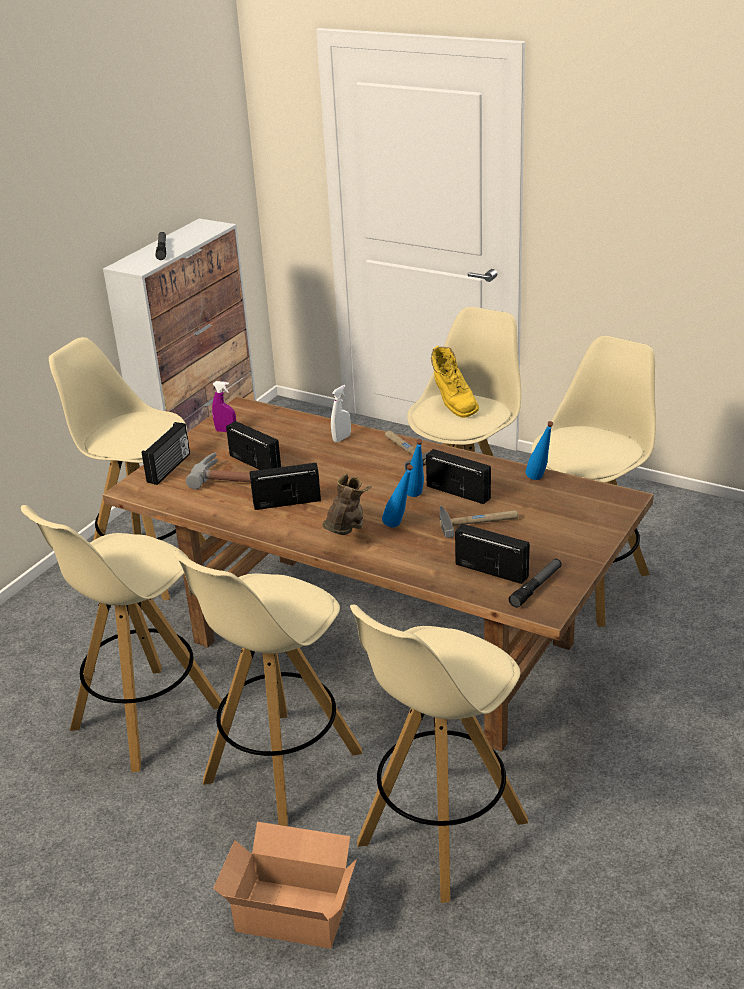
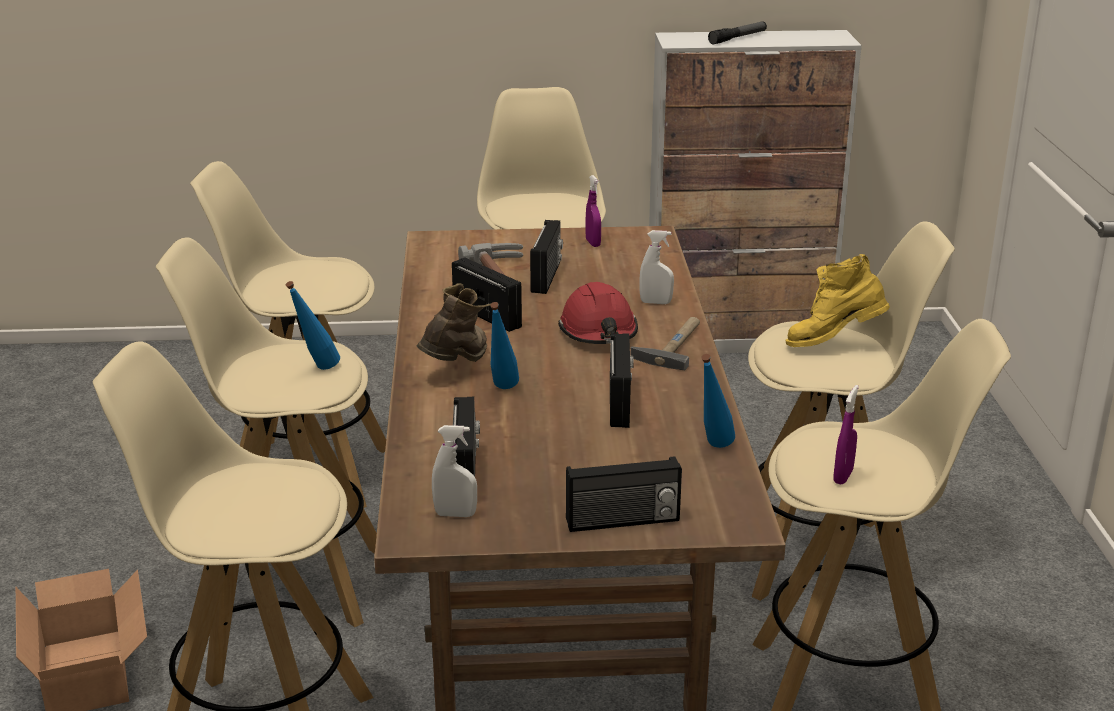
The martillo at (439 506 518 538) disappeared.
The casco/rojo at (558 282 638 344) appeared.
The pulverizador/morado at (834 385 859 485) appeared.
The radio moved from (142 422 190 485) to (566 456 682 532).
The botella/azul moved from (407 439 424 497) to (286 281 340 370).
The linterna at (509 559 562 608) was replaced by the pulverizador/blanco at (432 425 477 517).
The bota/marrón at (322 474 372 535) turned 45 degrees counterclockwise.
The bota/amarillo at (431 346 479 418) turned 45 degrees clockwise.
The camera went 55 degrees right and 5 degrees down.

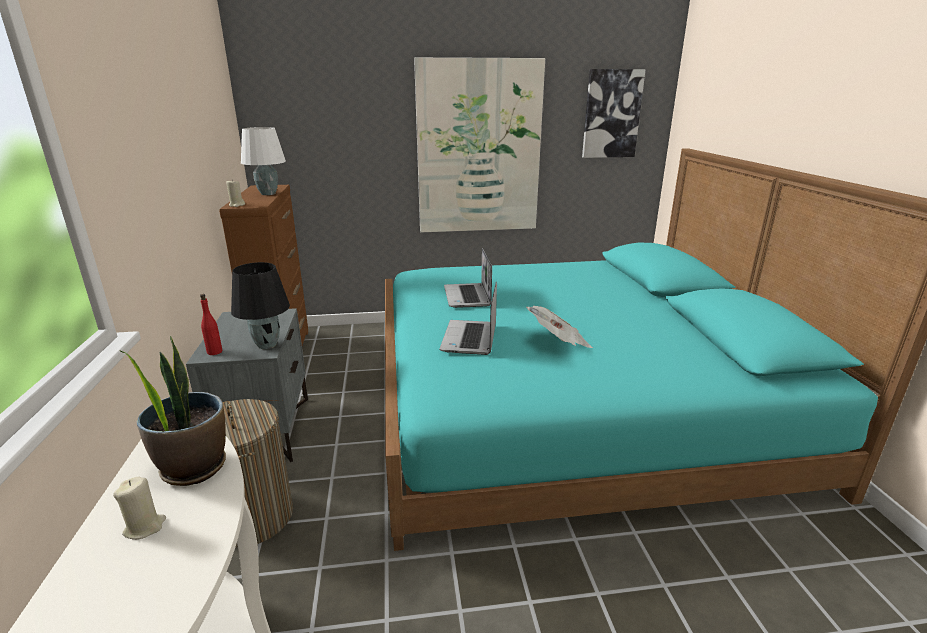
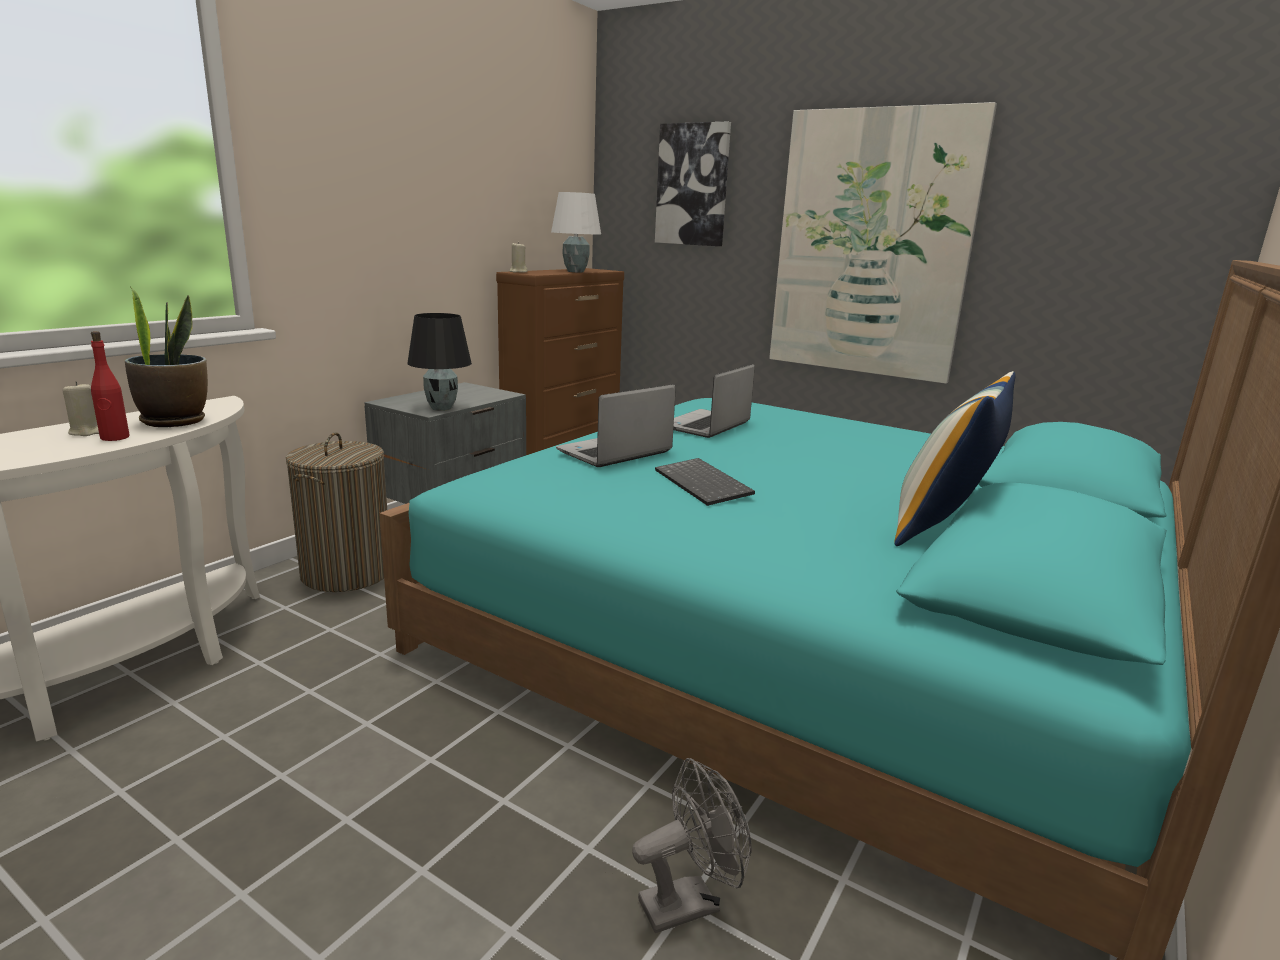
The ventilador/gris at (632 758 752 933) appeared.
The cojín at (894 371 1015 546) appeared.
The botella/rojo moved from (200 294 222 355) to (91 331 130 441).
The cuadro moved from (582 69 646 158) to (655 121 731 246).
The periódico at (527 306 593 348) was replaced by the teclado at (655 458 755 506).
The camera went 40 degrees right and 5 degrees down.

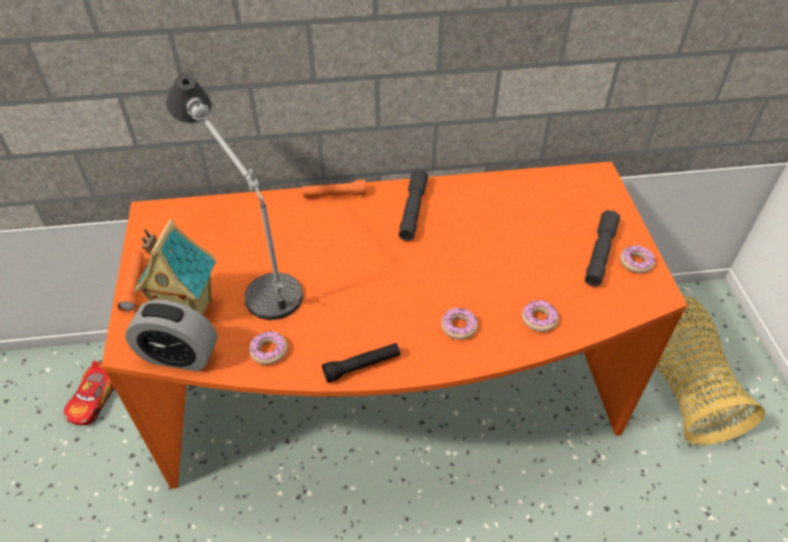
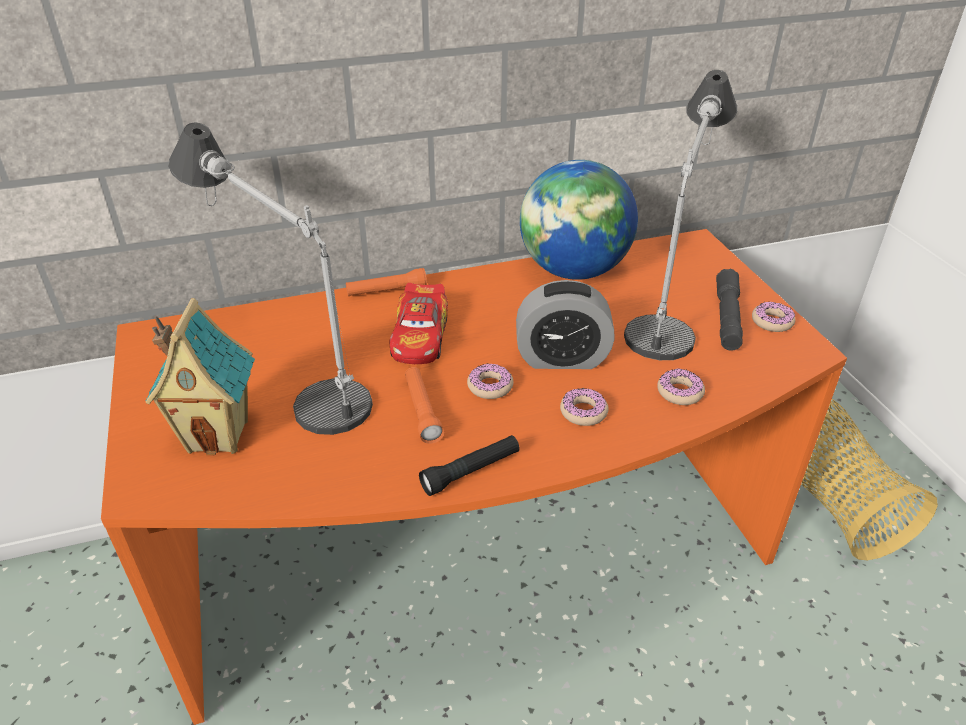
The linterna/gris at (399 169 428 241) disappeared.
The globo terráqueo at (520 160 638 280) appeared.
The lámpara de mesa at (624 70 737 360) appeared.
The coche de juguete moved from (64 361 115 425) to (389 283 448 364).
The linterna/naranja moved from (117 250 144 313) to (405 367 444 444).
The despertador moved from (125 300 217 372) to (516 280 615 369).
The rosquilla moved from (249 331 288 365) to (467 364 513 399).
The camera went 10 degrees left and 10 degrees down.

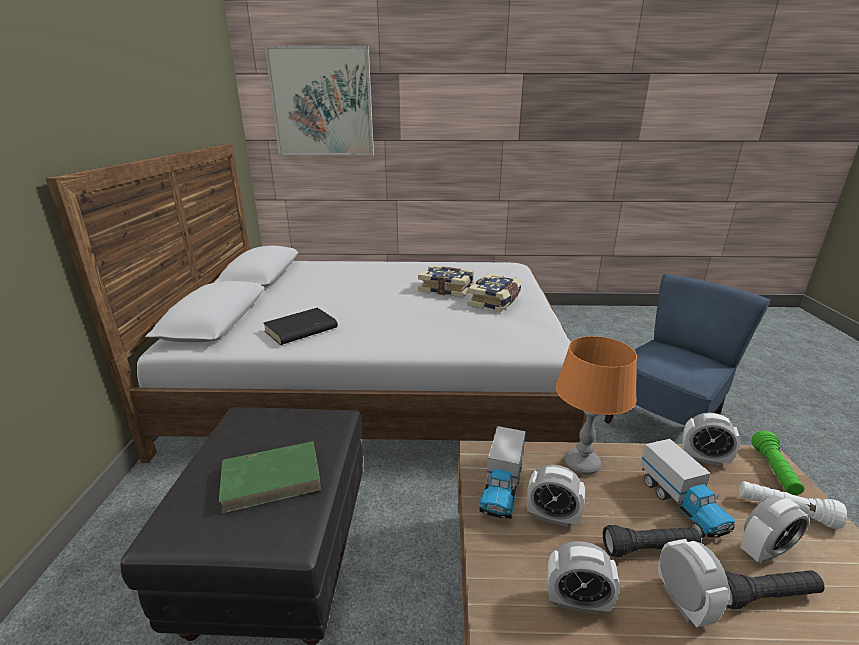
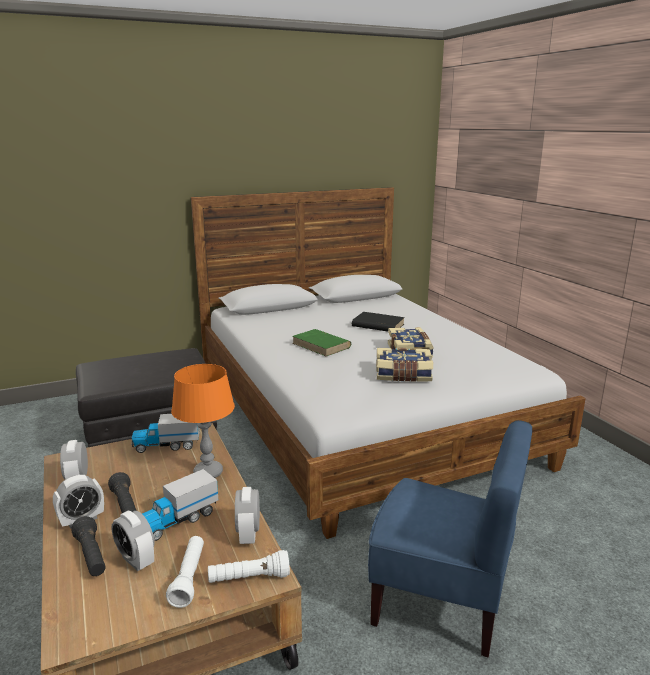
The cuadro at (265 46 374 155) disappeared.
The despertador at (527 465 585 527) disappeared.
The libro/verde moved from (219 441 321 514) to (293 329 351 357).
The libro/negro moved from (263 308 338 345) to (352 312 405 331).
The linterna/verde at (751 431 804 495) became the linterna/blanco at (208 550 290 583).
The camera went 65 degrees right and 5 degrees down.

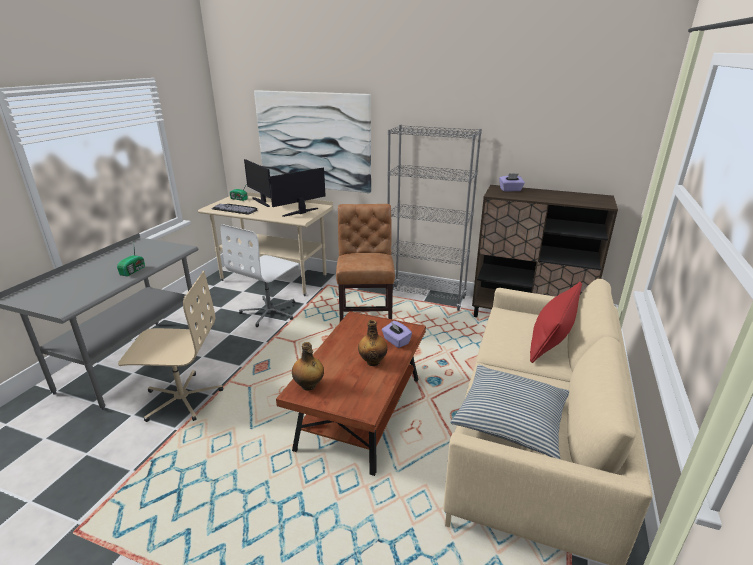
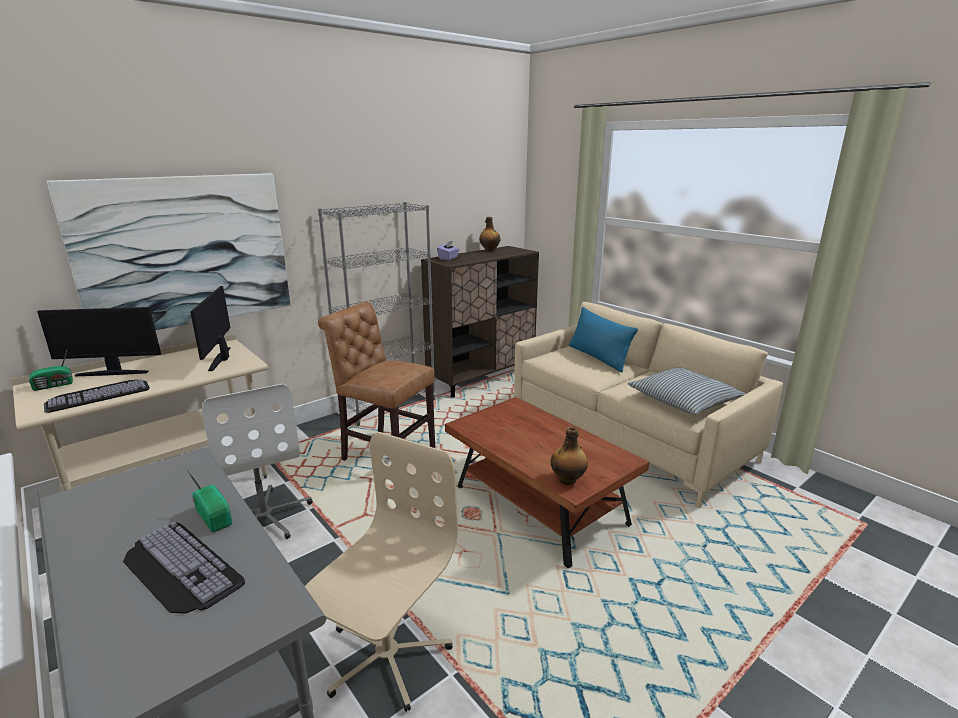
The caja de pañuelos/morado at (382 321 412 348) disappeared.
The teclado at (123 522 245 614) appeared.
The botella moved from (358 320 388 366) to (479 217 500 252).
The cojín/rojo at (530 282 582 363) became the cojín/azul at (569 307 638 372).
The camera went 60 degrees left and 5 degrees down.

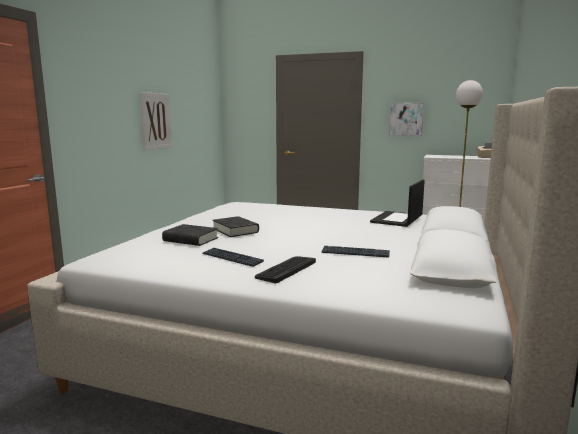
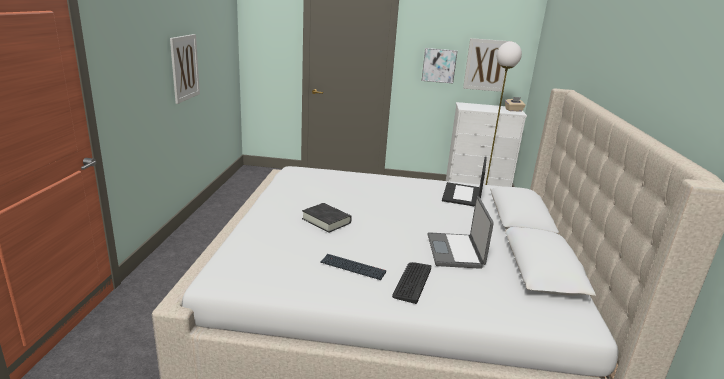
The libro/negro at (162 224 218 246) disappeared.
The cuadro at (463 38 513 92) appeared.
The teclado at (322 246 390 258) was replaced by the portátil at (427 196 494 269).
The camera went 15 degrees left and 10 degrees up.

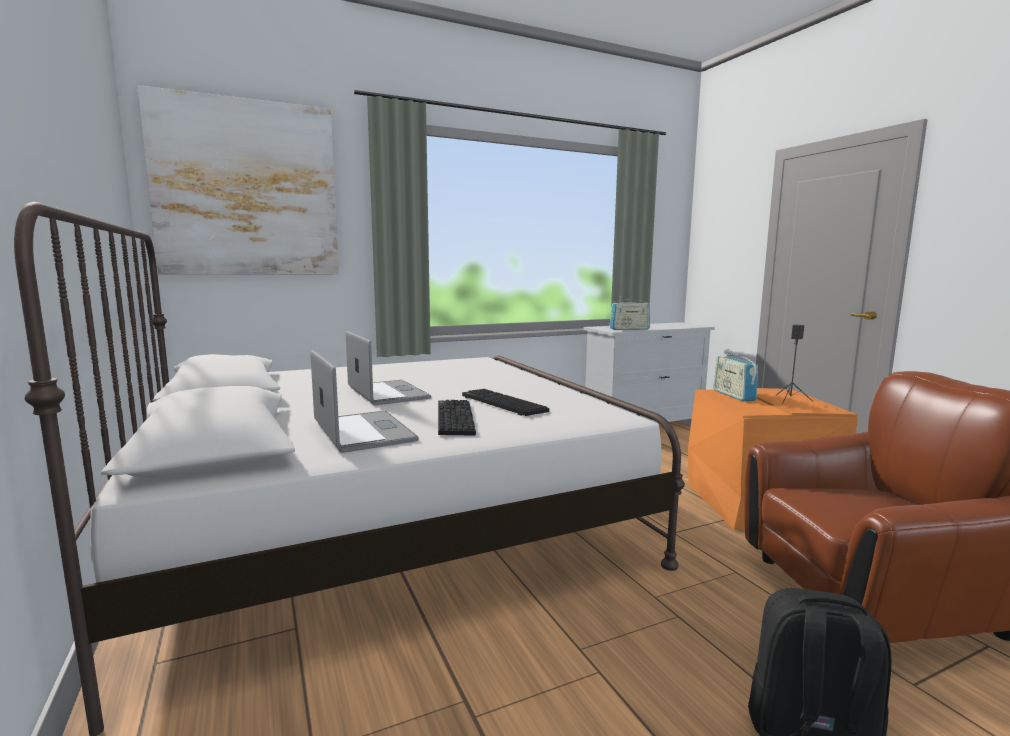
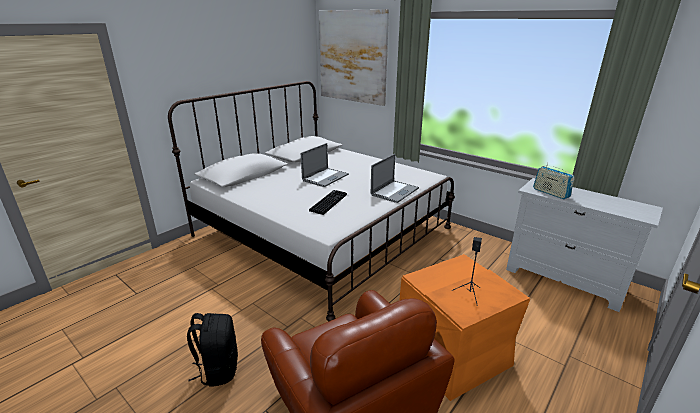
The teclado at (438 400 476 436) disappeared.
The radio at (713 349 758 402) disappeared.
The portátil moved from (310 350 419 453) to (371 154 419 203).
The camera went 65 degrees right and 15 degrees up.

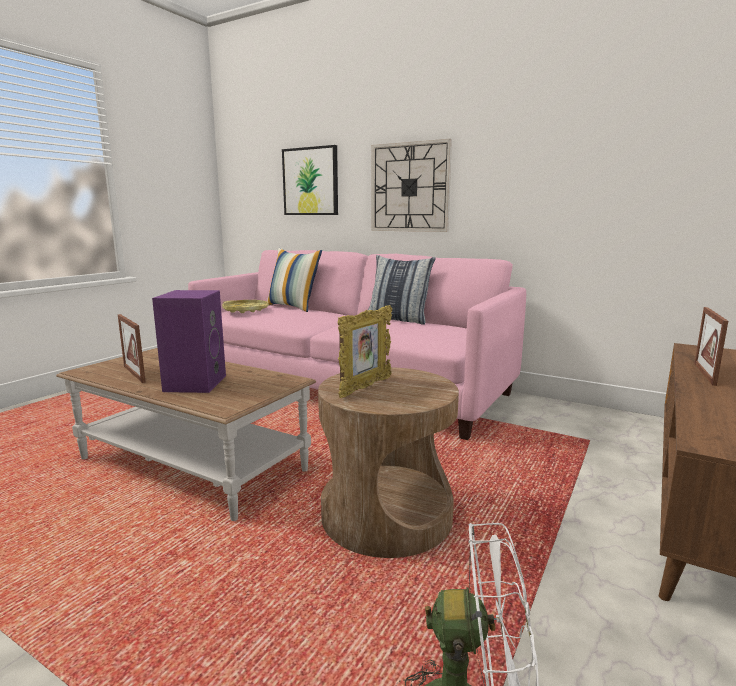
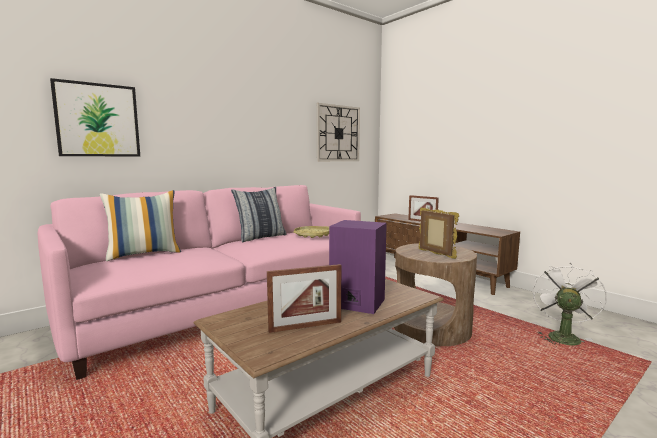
The bandeja/amarillo moved from (222 300 269 313) to (293 226 329 238).
The reloj de pared moved from (371 139 452 232) to (317 103 360 161).
The camera went 70 degrees left and 5 degrees down.

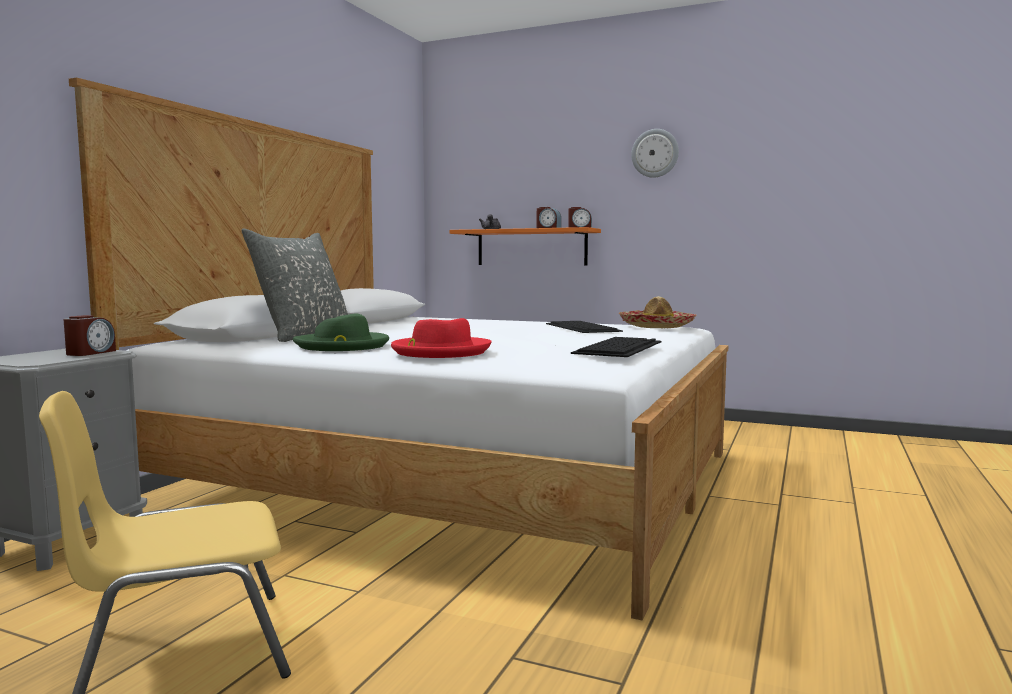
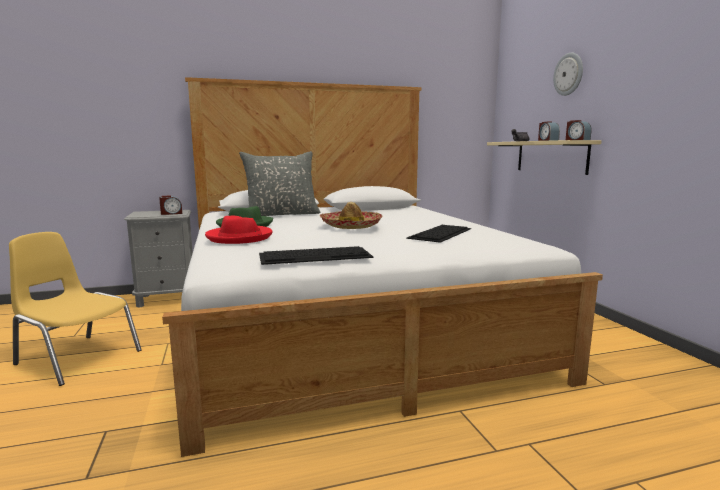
The sombrero moved from (619 296 697 328) to (320 202 382 229).
The reloj de pared moved from (631 129 679 178) to (553 53 583 96).
The estante/naranja at (449 227 601 265) became the estante/beis at (487 140 602 175).
The camera went 50 degrees right and 5 degrees up.

